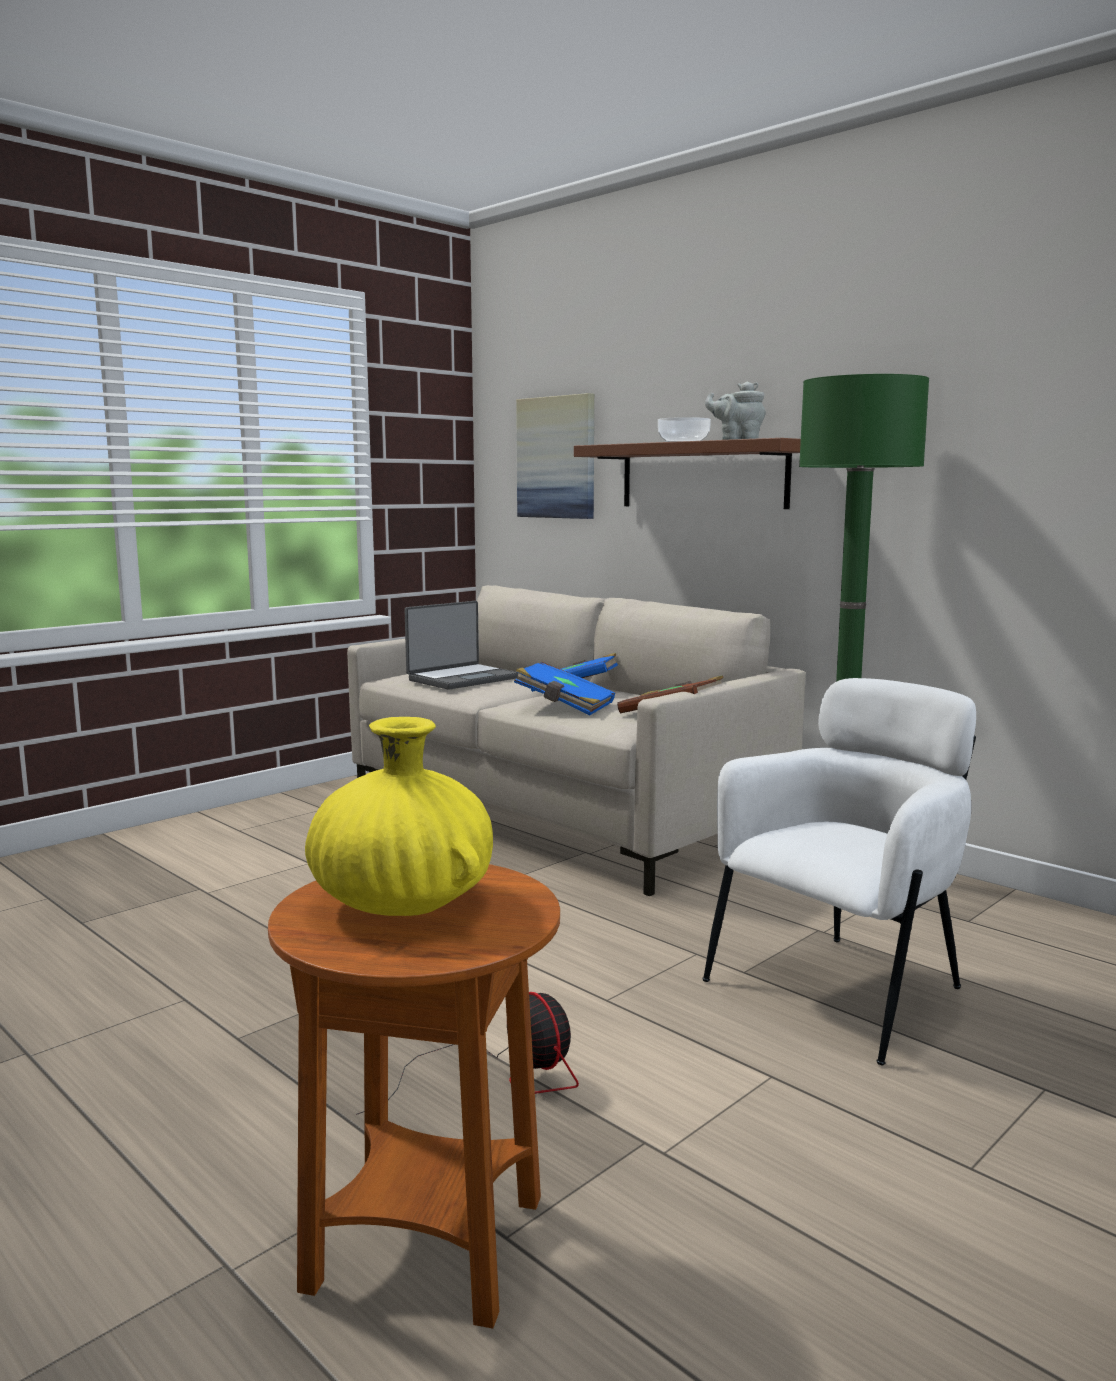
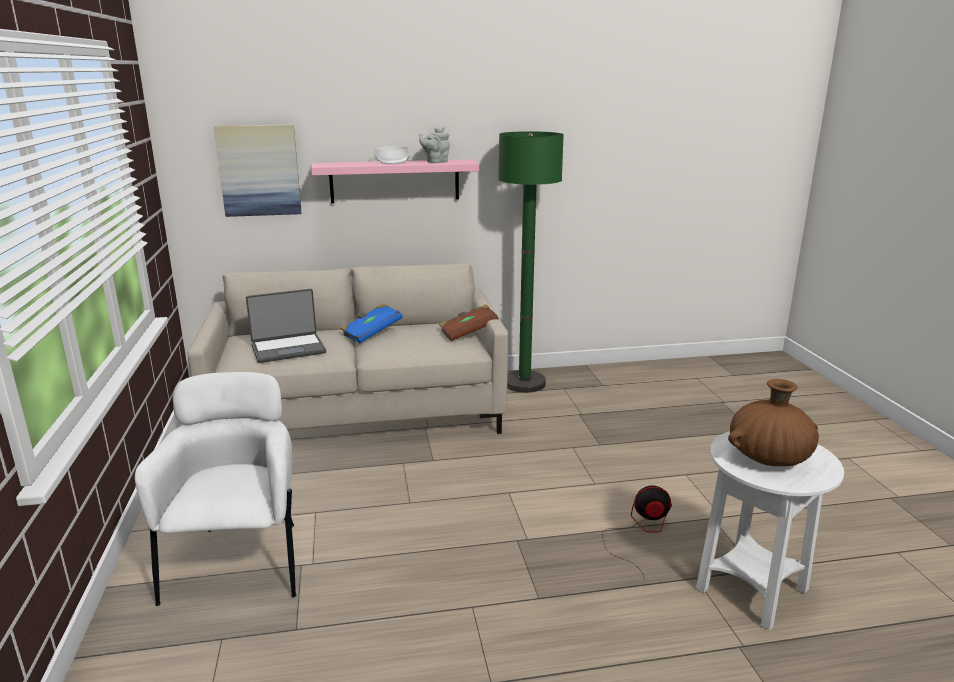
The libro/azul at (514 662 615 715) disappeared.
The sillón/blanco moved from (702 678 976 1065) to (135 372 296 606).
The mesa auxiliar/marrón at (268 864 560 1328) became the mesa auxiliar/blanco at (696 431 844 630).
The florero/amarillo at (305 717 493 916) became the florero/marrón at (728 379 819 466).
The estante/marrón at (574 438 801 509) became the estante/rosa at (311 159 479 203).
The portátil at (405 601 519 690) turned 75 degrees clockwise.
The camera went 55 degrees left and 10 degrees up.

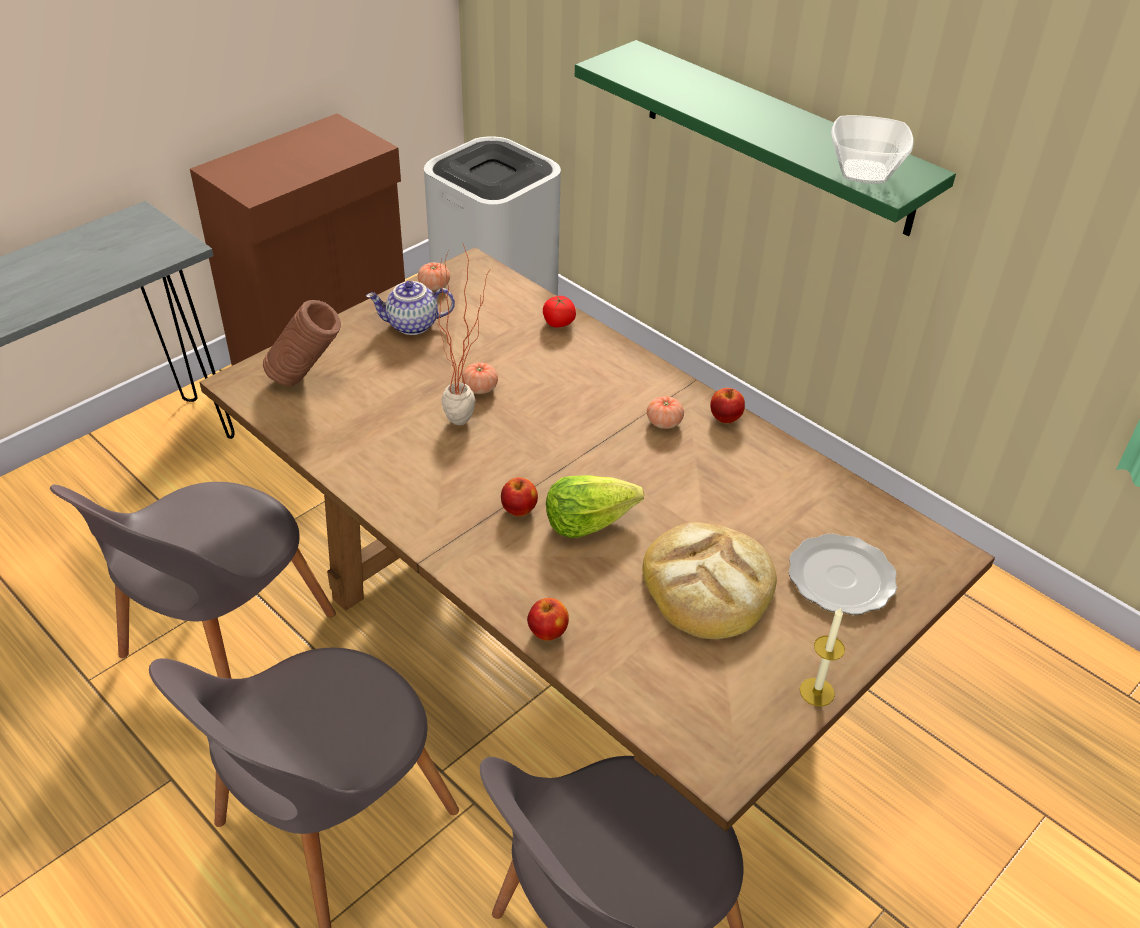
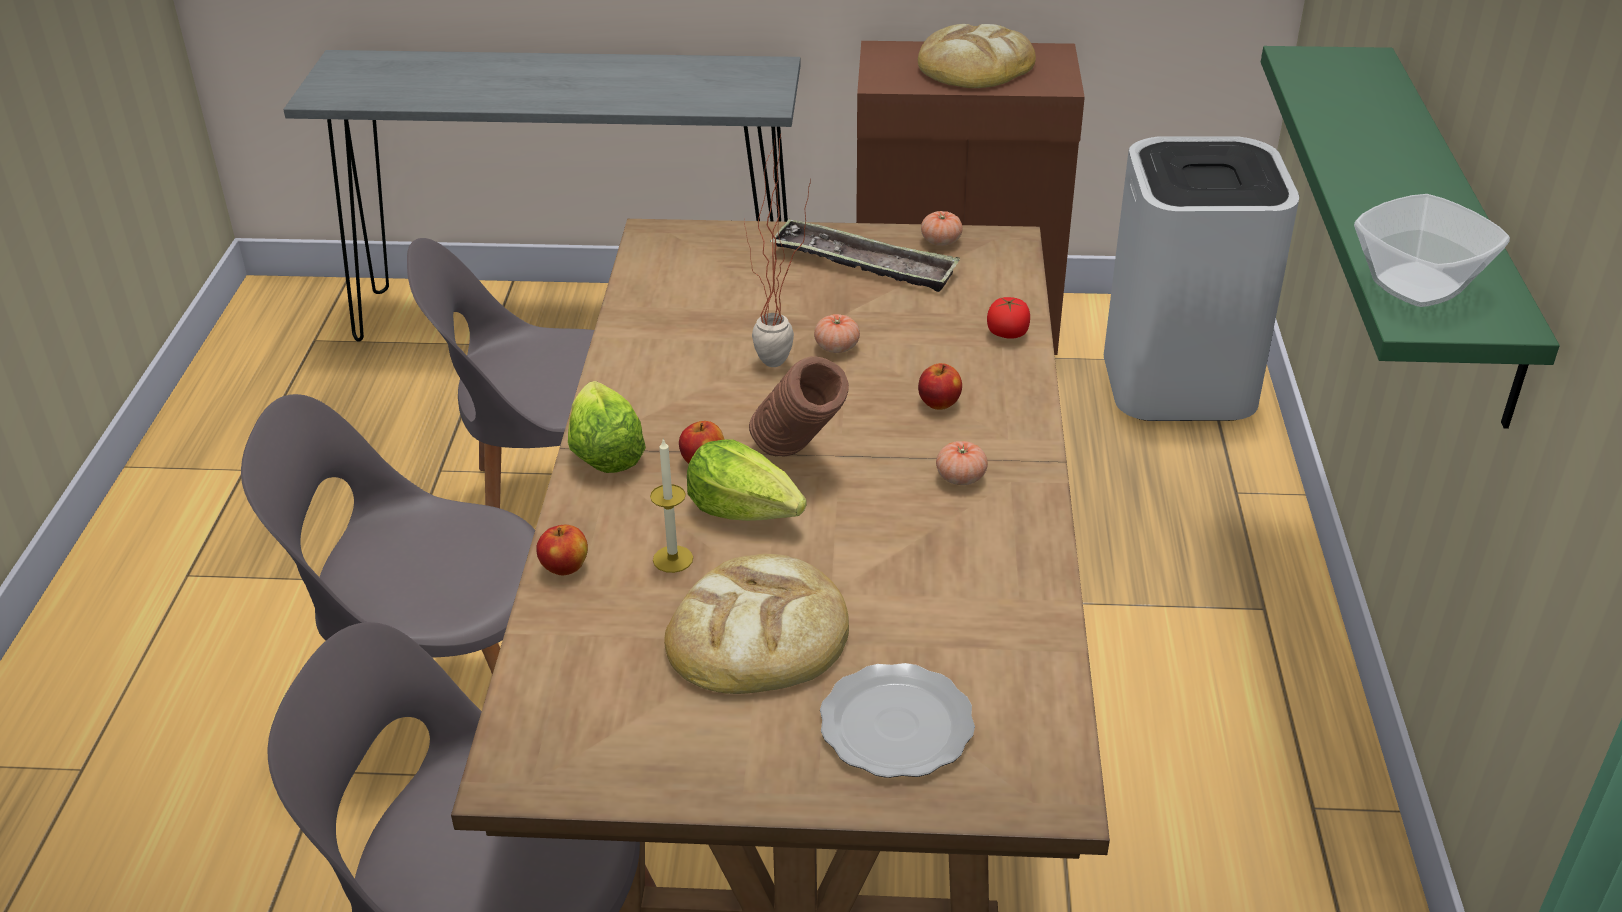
The lechuga at (568 381 646 473) appeared.
The pan at (918 24 1036 88) appeared.
The florero/marrón moved from (263 300 341 387) to (749 356 849 456).
The manzana moved from (710 388 745 423) to (918 363 962 410).
The vela moved from (800 607 845 706) to (650 438 693 573).
The tetera at (366 281 455 335) was replaced by the bandeja at (770 218 960 292).
The camera went 50 degrees right and 5 degrees down.

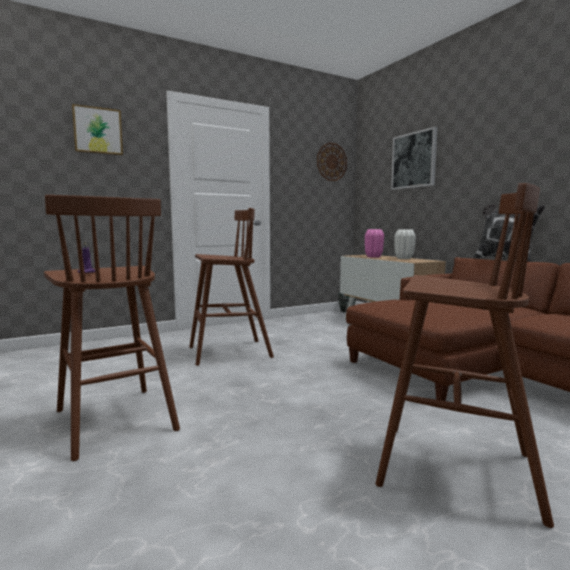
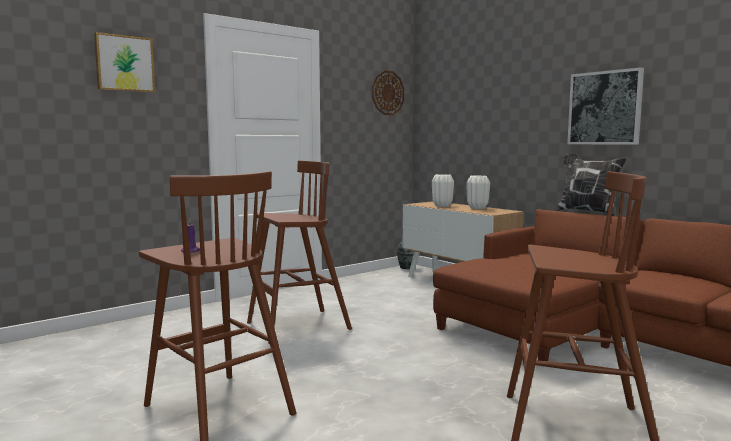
The cuadro moved from (391 127 438 190) to (567 67 644 145).
The florero/rosa at (365 229 384 258) became the florero/blanco at (432 174 454 207).
The camera went 10 degrees left and 0 degrees up.

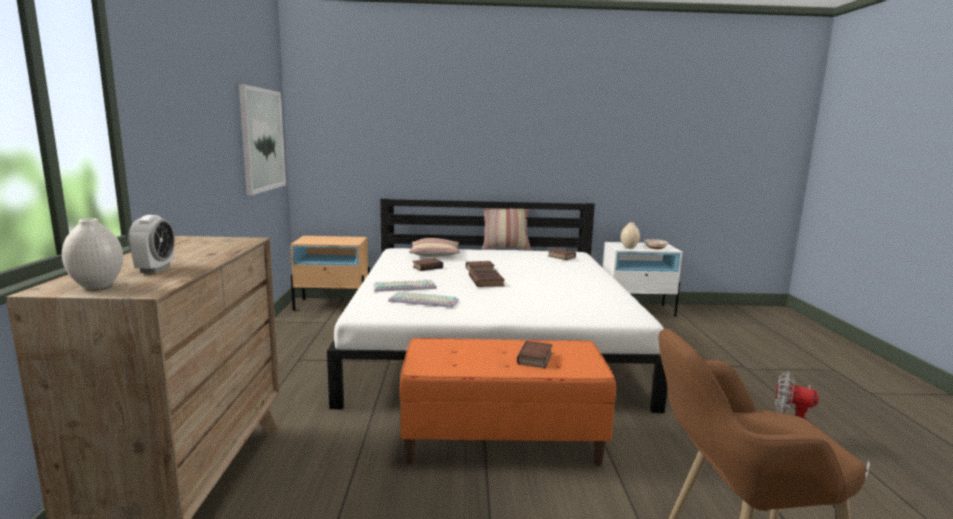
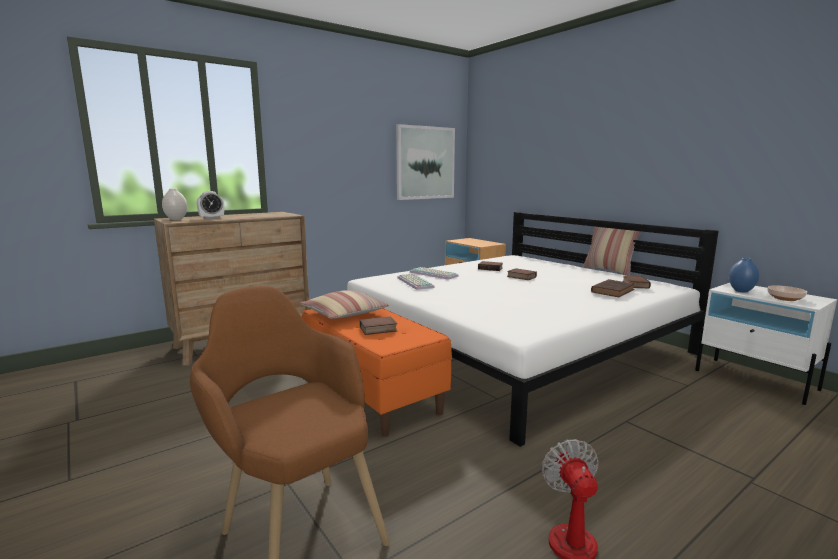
The cojín moved from (409 238 460 257) to (300 290 390 319).
The libro/marrón moved from (469 269 505 287) to (591 279 634 297).
The florero/beis at (621 222 640 249) became the florero/azul at (729 258 759 293).
The camera went 55 degrees right and 0 degrees up.

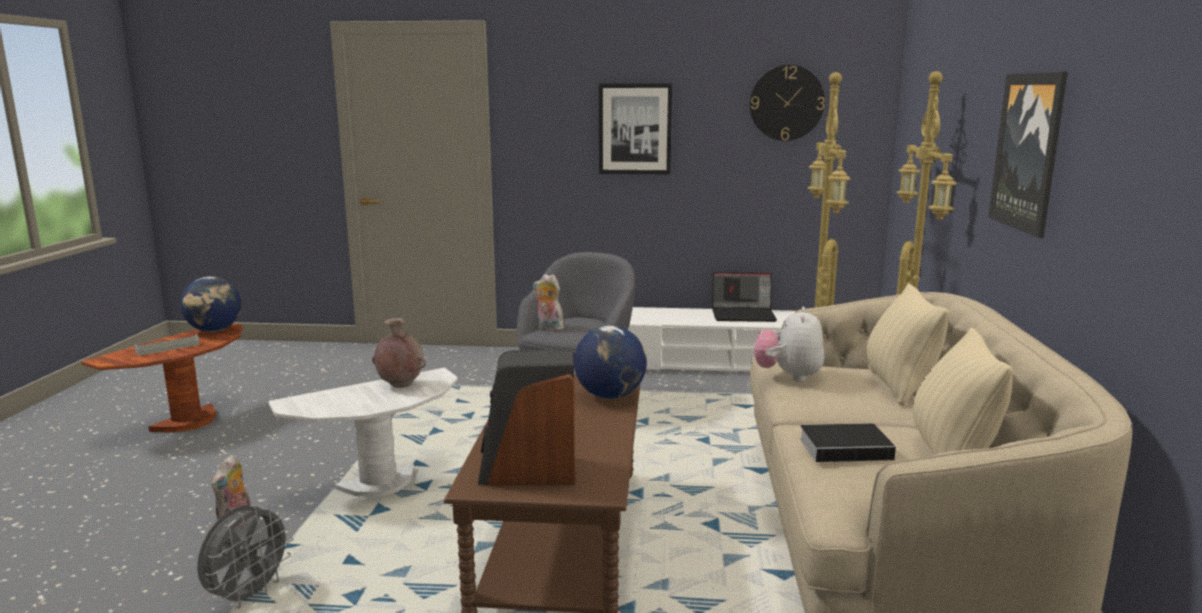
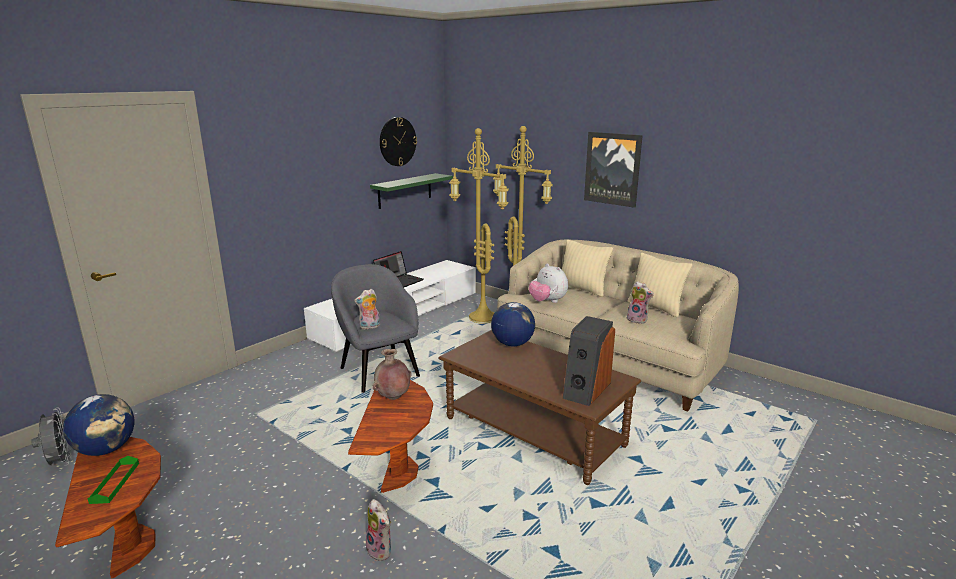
The cuadro at (599 83 672 175) disappeared.
The estante/verde at (370 173 453 209) appeared.
The ventilador/gris moved from (197 503 294 608) to (31 408 71 466).
The libro at (799 423 907 462) was replaced by the peluche at (627 281 654 324).
The bandeja/gris at (134 334 200 356) became the bandeja/verde at (88 456 139 504).
The mesa auxiliar/blanco at (268 368 458 497) became the mesa auxiliar/marrón at (348 380 433 493).
The camera went 55 degrees left and 5 degrees up.

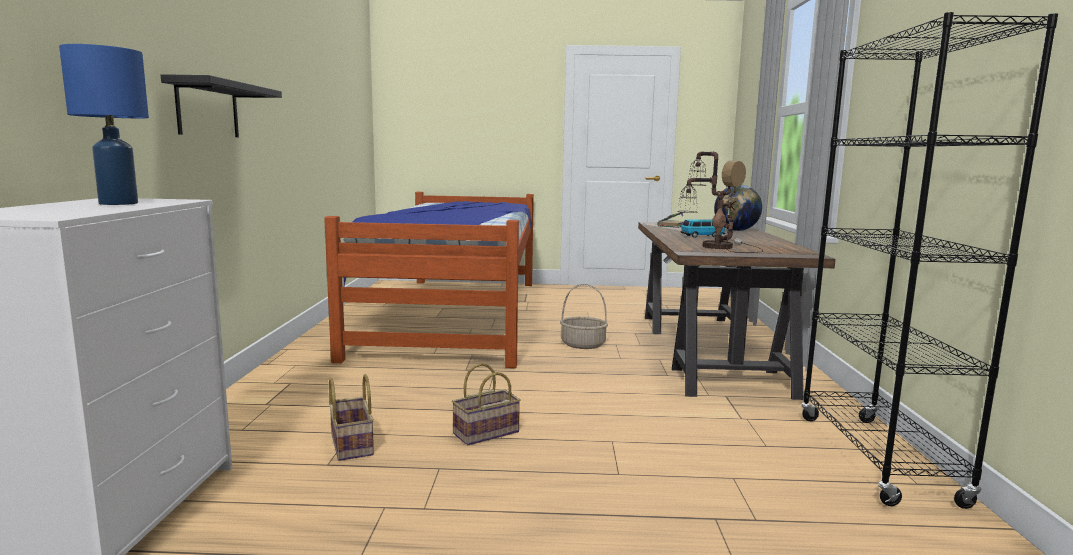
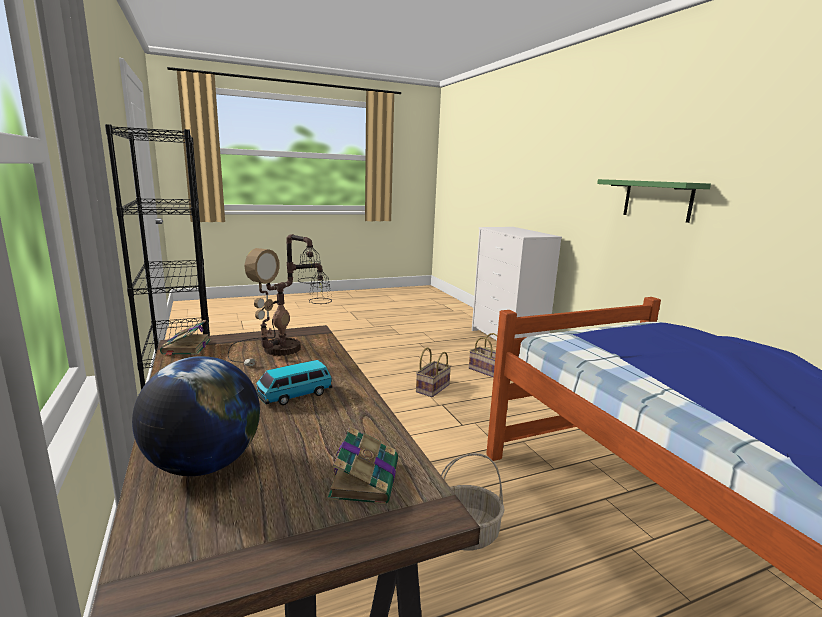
The lámpara de mesa/azul at (59 44 149 205) disappeared.
The libro at (160 319 211 356) appeared.
The estante/negro at (161 74 282 137) became the estante/verde at (597 179 711 223).
The camera went 155 degrees right and 5 degrees up.

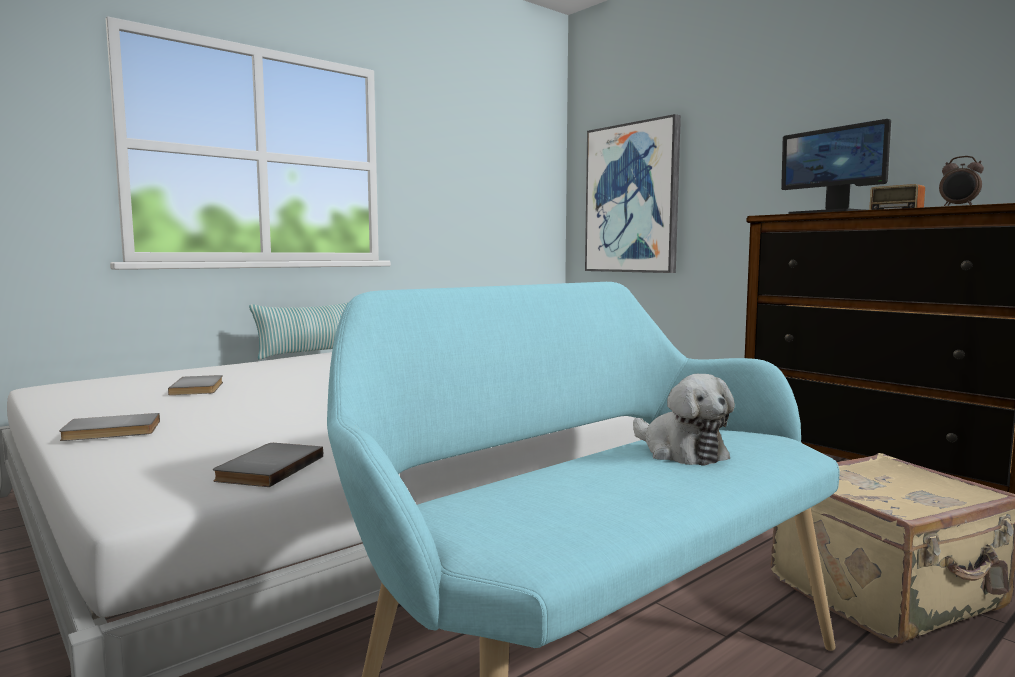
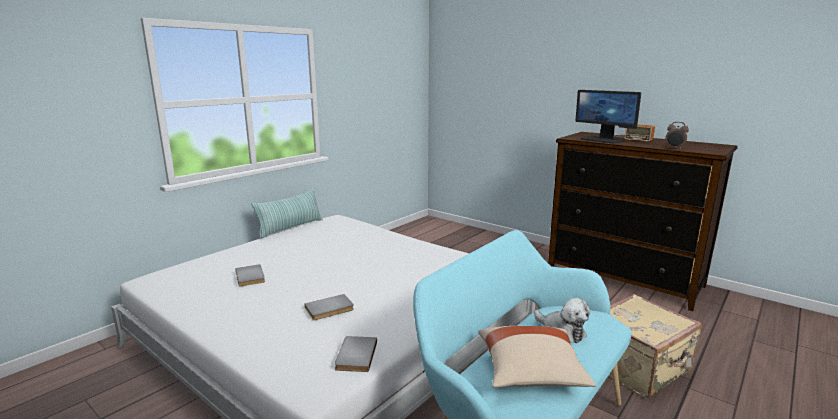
The cuadro at (585 114 681 273) disappeared.
The cojín/beis at (478 326 596 388) appeared.
The libro/gris moved from (59 413 160 441) to (304 294 354 320).
The camera went 10 degrees left and 10 degrees up.

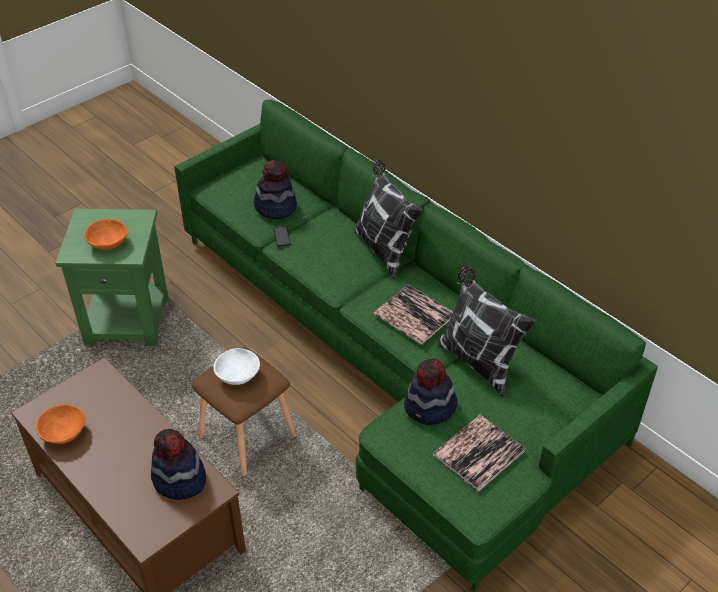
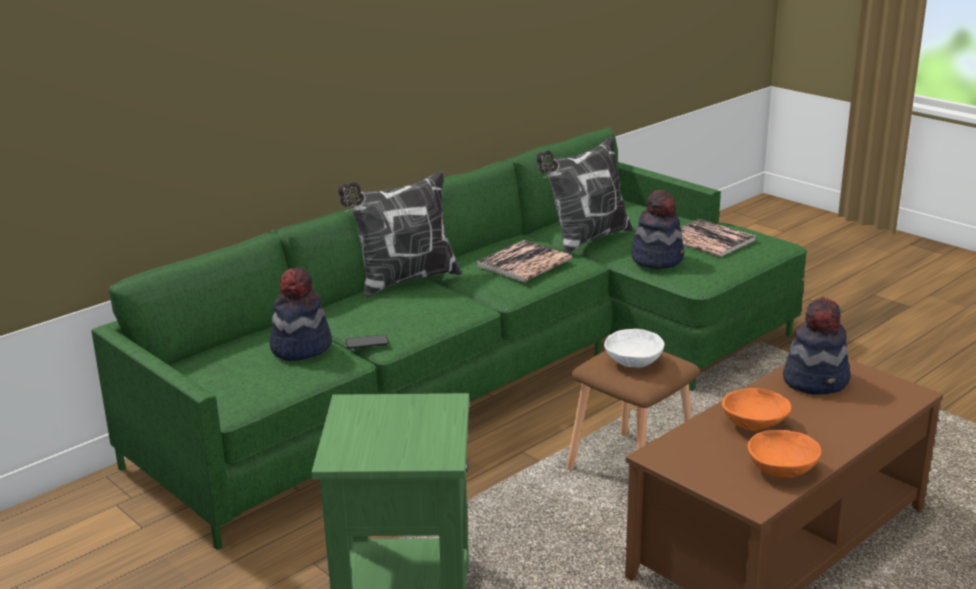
The cuenco/naranja moved from (84 219 127 250) to (722 388 791 431).
The camera went 90 degrees left and 20 degrees down.

